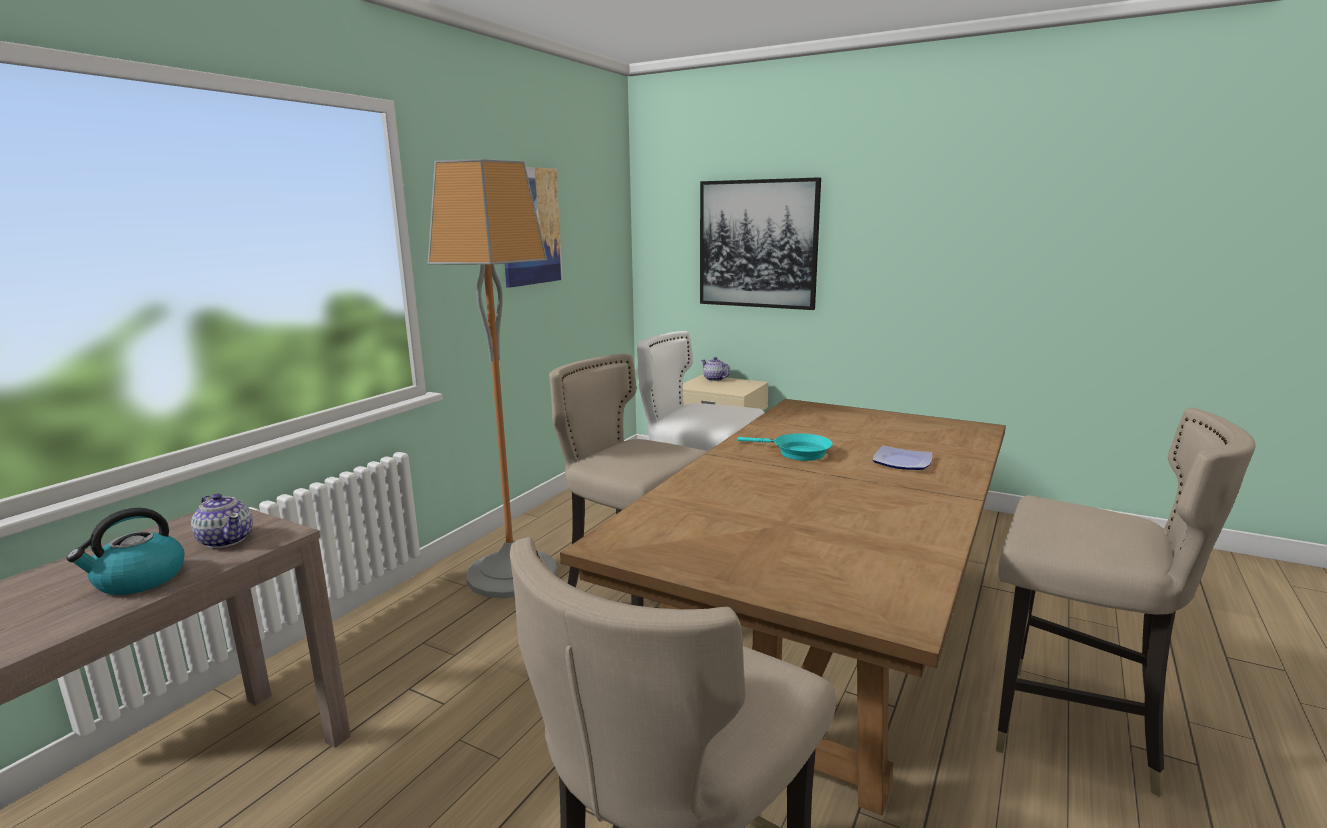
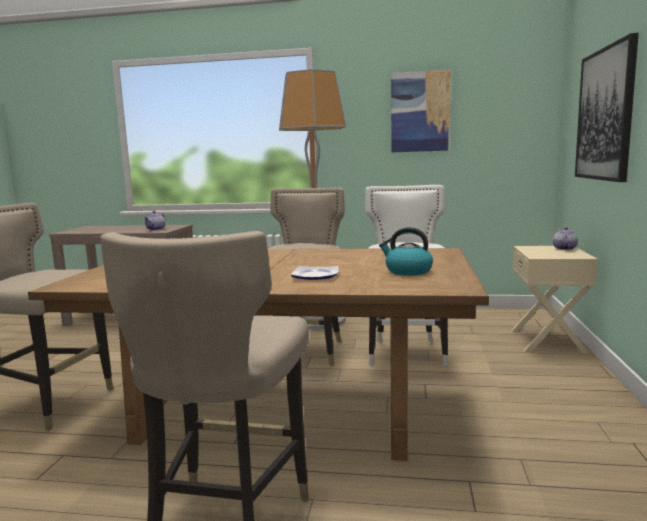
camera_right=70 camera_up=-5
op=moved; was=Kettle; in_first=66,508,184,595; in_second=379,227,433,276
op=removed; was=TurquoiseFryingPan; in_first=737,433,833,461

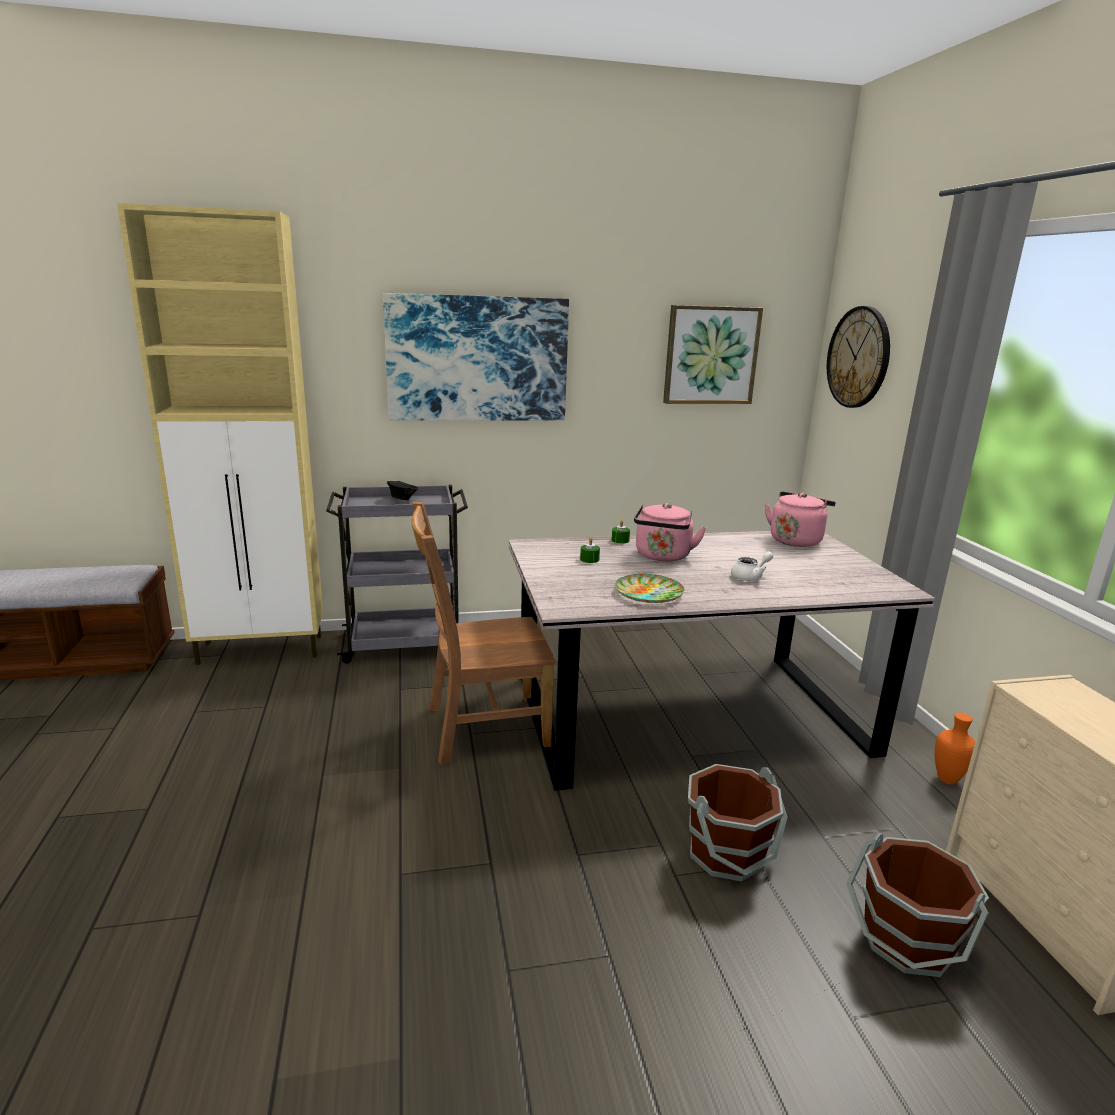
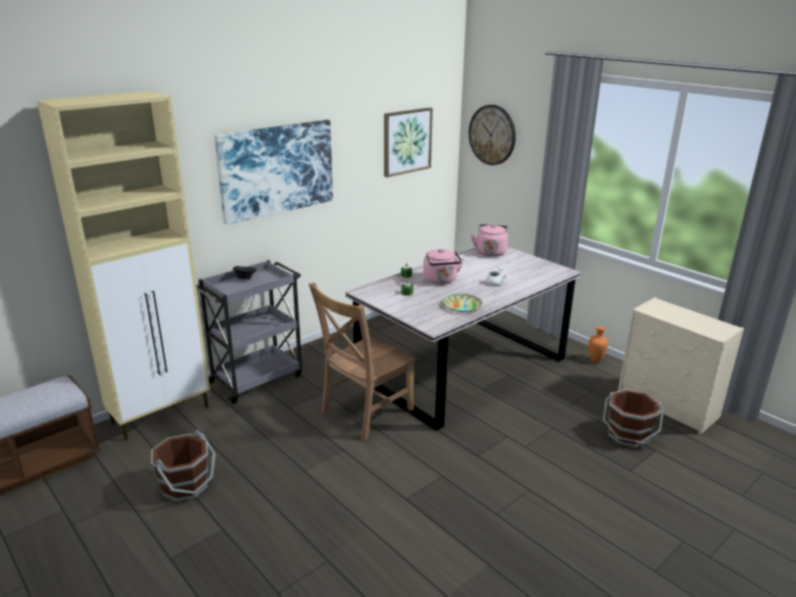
camera_right=-30 camera_up=5
op=moved; was=BrownBucket; in_first=688,764,788,881; in_second=151,430,216,502

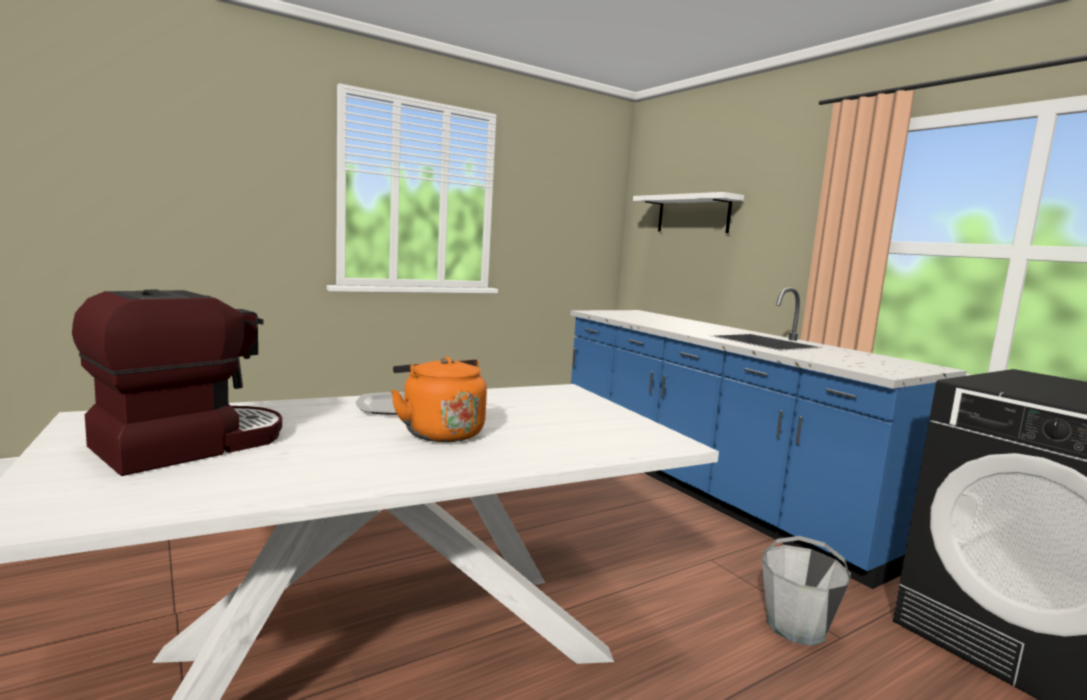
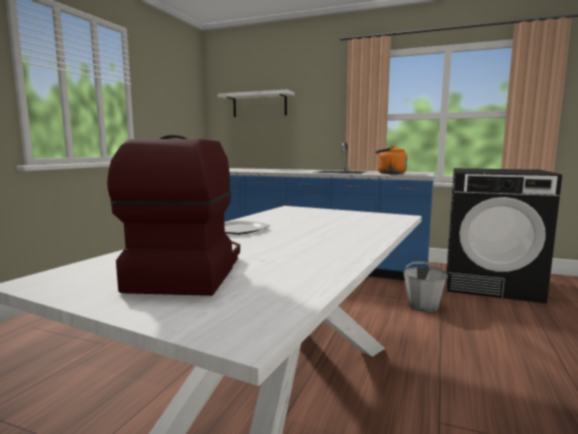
camera_right=-35 camera_up=0
op=moved; was=OrangeKettle; in_first=391,357,487,442; in_second=375,146,407,174

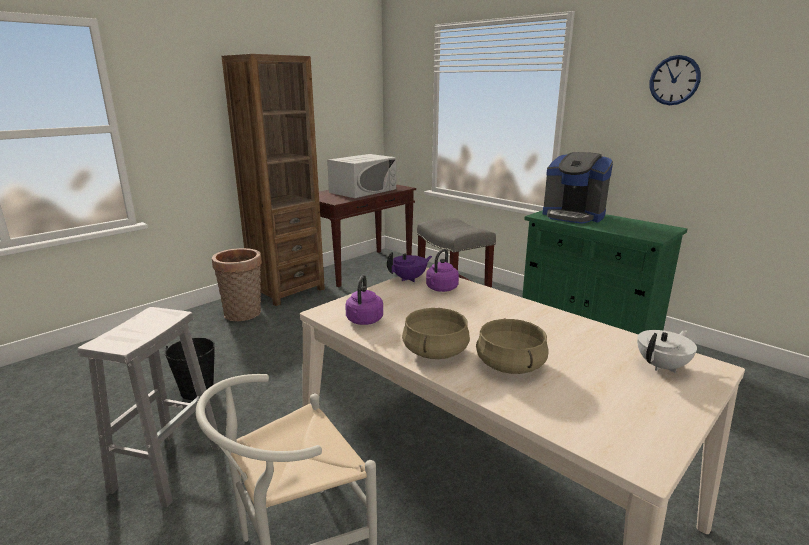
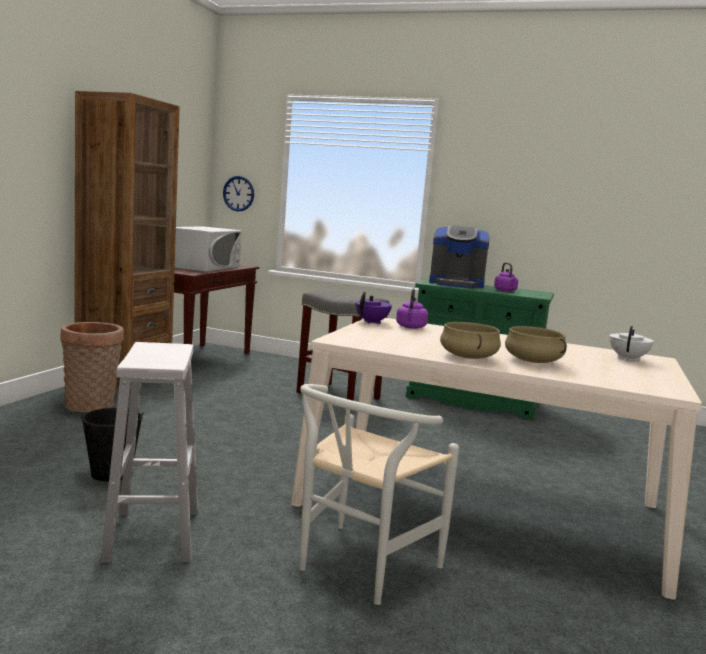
camera_right=-25 camera_up=-10
op=moved; was=WallClock; in_first=650,55,701,105; in_second=223,176,254,211
op=moved; was=PurpleKettle; in_first=345,275,383,325; in_second=494,262,518,292

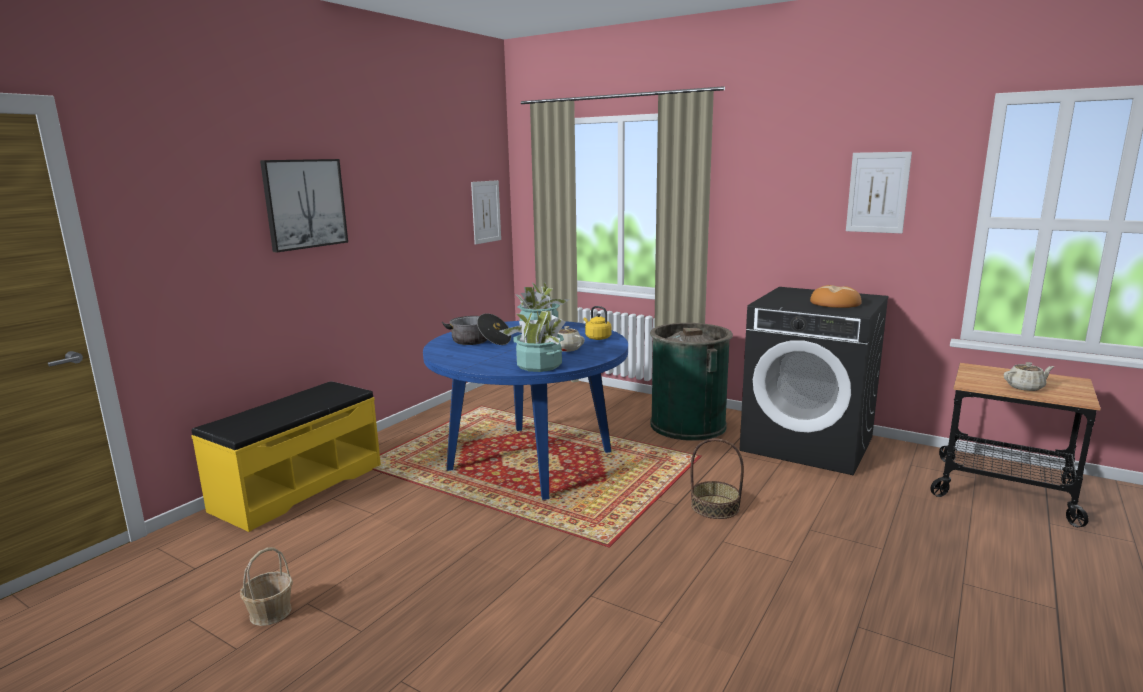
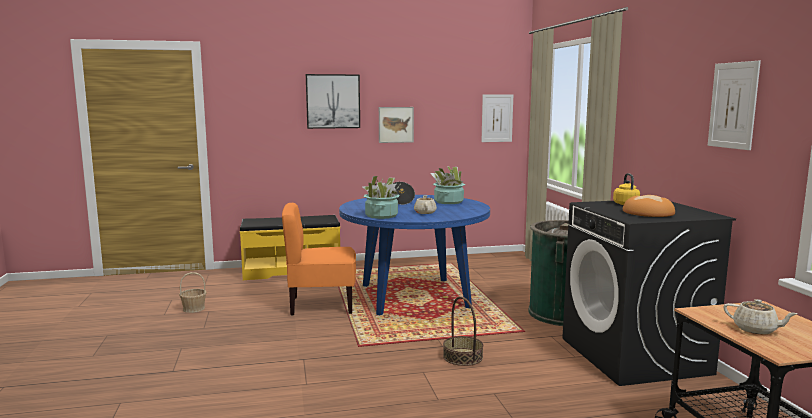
camera_right=45 camera_up=-5
op=added; now=OrangeChair; in_second=282,203,356,316
op=added; now=Picture; in_second=379,107,414,143
op=moved; was=YellowKettle; in_first=583,306,612,340; in_second=613,173,640,205

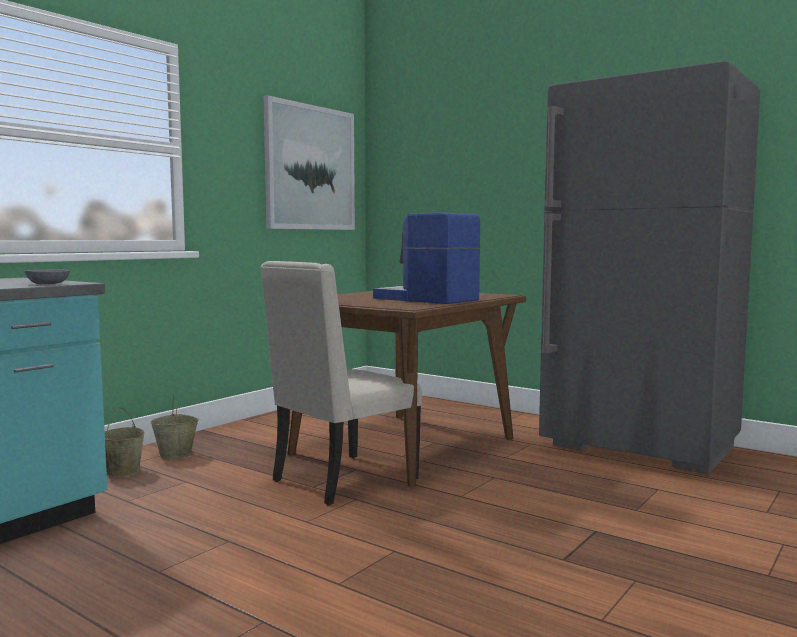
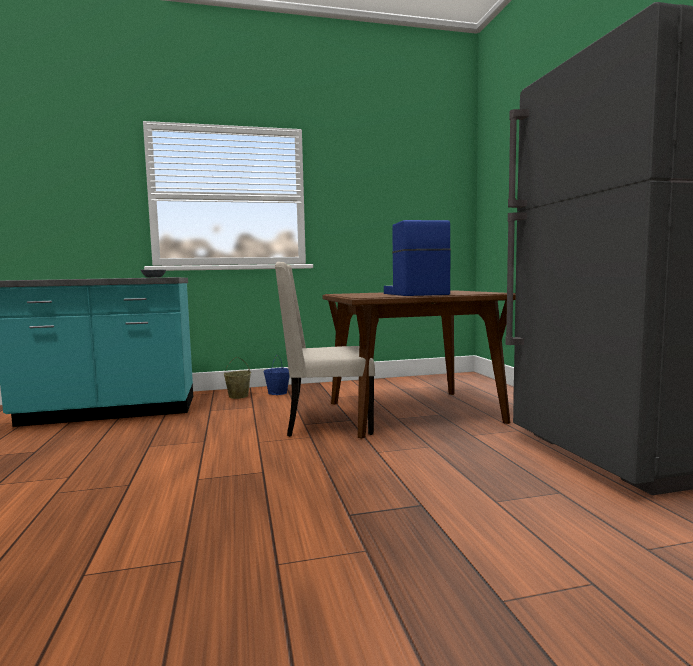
camera_right=40 camera_up=0
op=recoloured; was=BeigeBucket; now=BlueBucket; in_first=151,396,199,459; in_second=263,355,290,395
op=removed; was=Picture; in_first=264,96,355,230

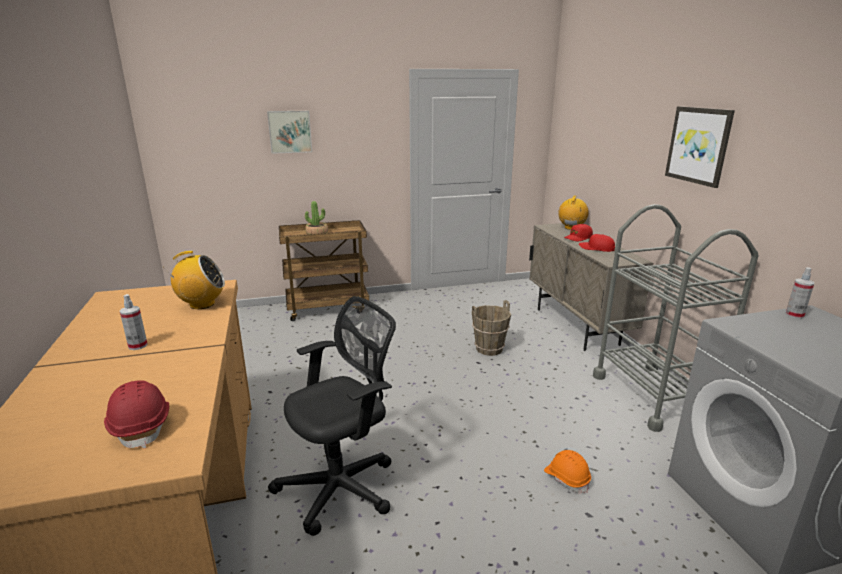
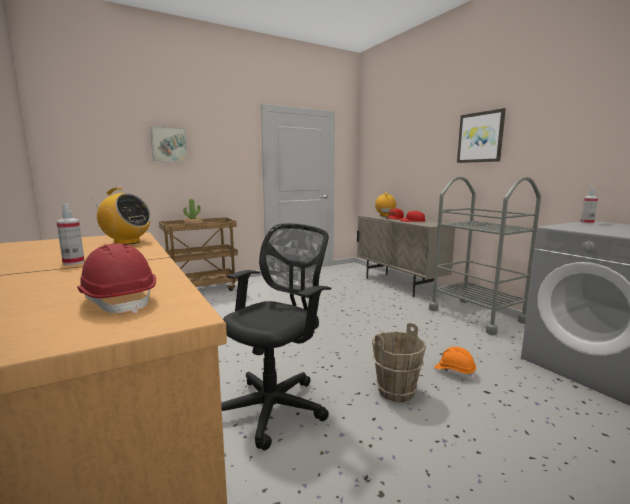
camera_right=-15 camera_up=-10
op=turned; was=Radio; in_first=163,251,225,309; in_second=92,188,151,245; clockwise=45
op=moved; was=BrownBucket; in_first=472,300,511,356; in_second=372,323,426,402

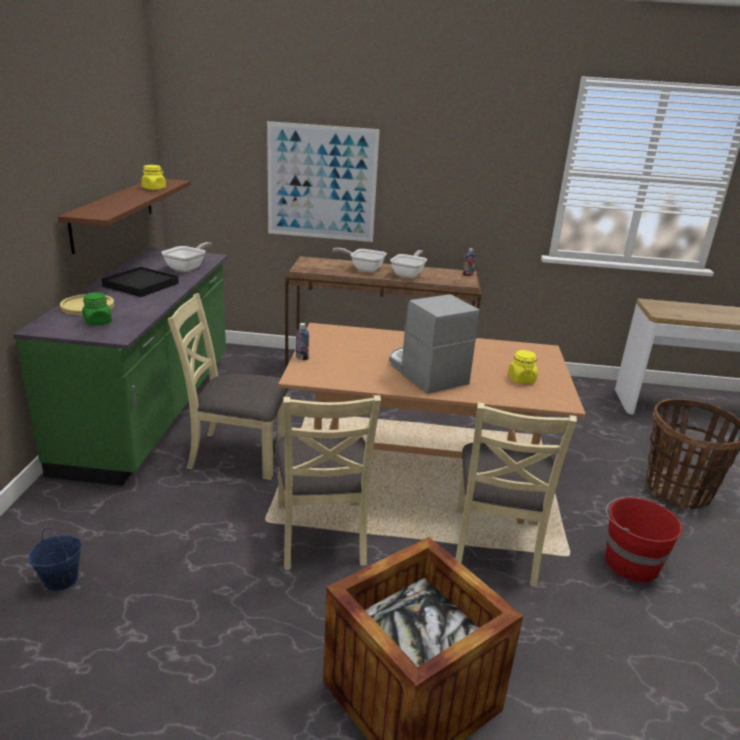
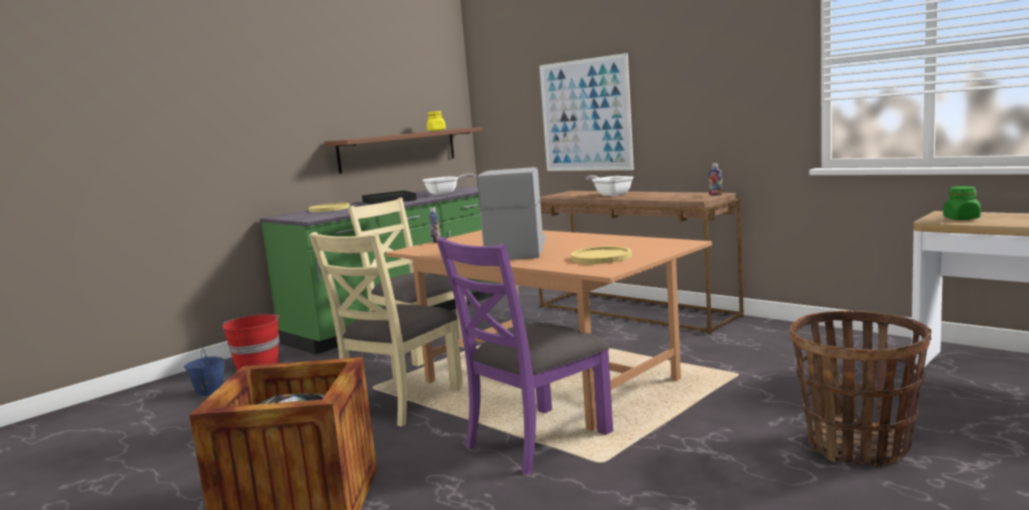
camera_right=40 camera_up=-15
op=moved; was=RedBucket; in_first=605,496,682,583; in_second=222,314,280,371
op=recoloured; was=BeigeChair; now=PurpleChair; in_first=455,402,577,587; in_second=437,237,613,475
op=replaced; was=YellowJar; now=YellowPlate; in_first=508,350,538,383; in_second=571,246,632,264
op=moved; was=GreenJar; in_first=82,292,112,326; in_second=943,186,981,220
op=removed; was=FryingPan; in_first=390,250,427,278

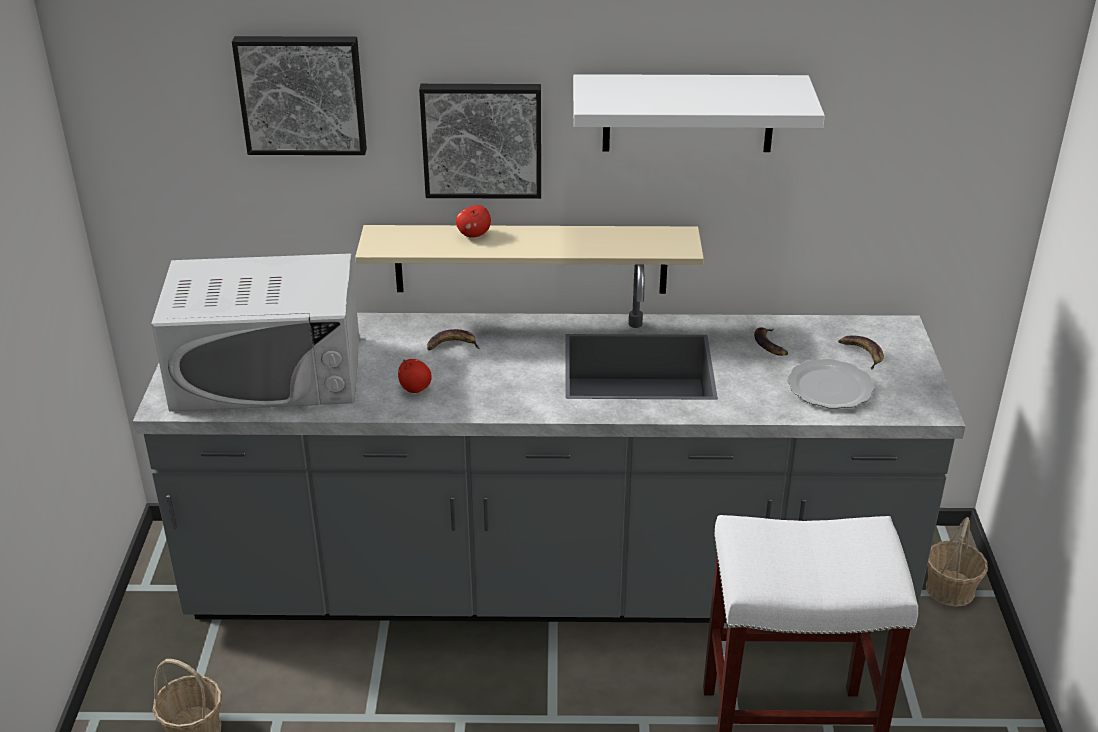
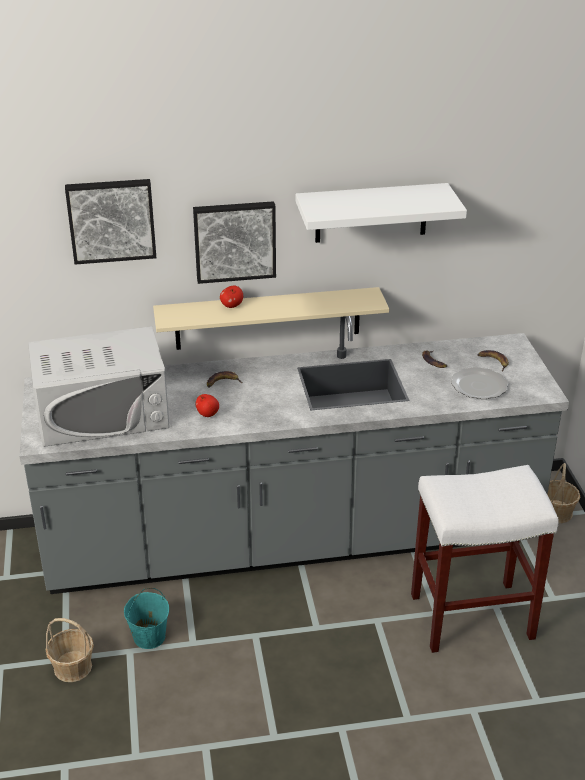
camera_right=-10 camera_up=0
op=added; now=TurquoiseBucket; in_second=124,588,169,649

